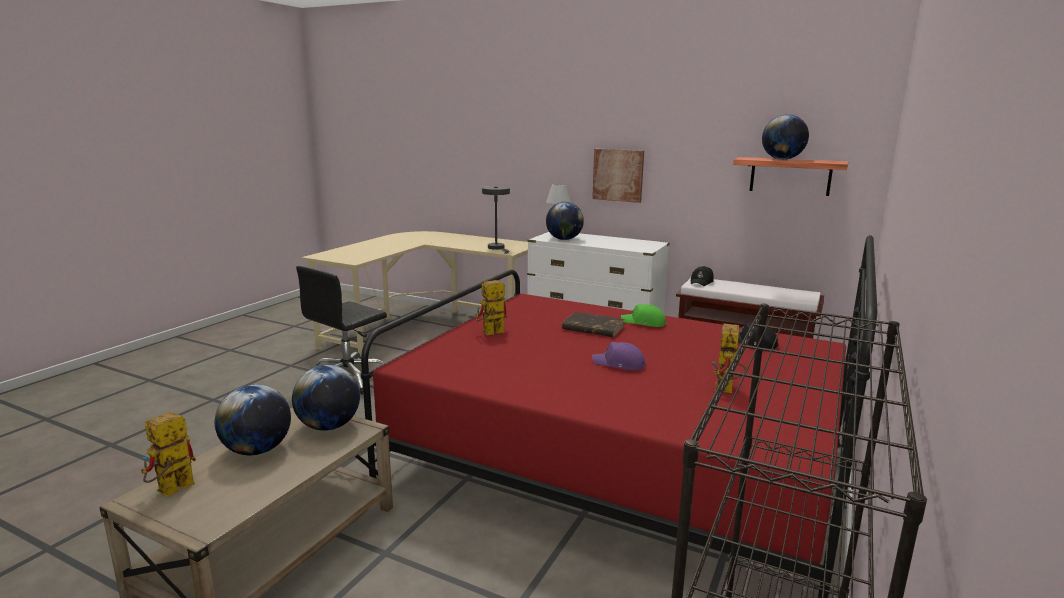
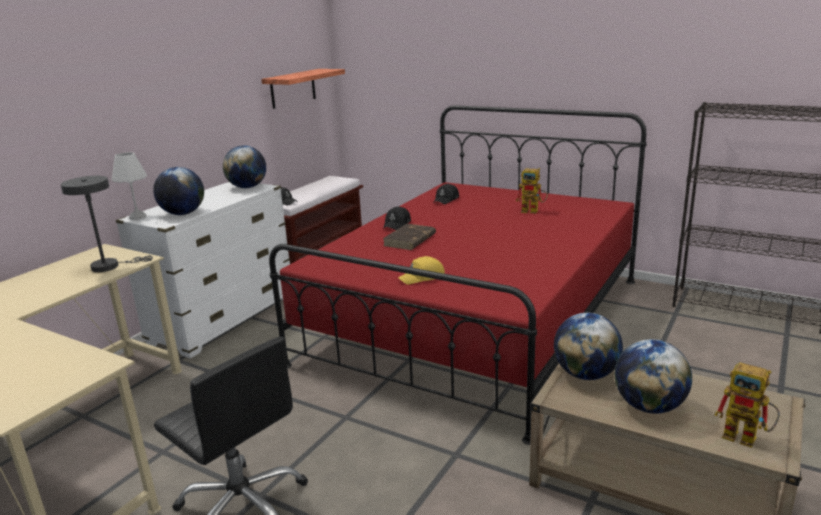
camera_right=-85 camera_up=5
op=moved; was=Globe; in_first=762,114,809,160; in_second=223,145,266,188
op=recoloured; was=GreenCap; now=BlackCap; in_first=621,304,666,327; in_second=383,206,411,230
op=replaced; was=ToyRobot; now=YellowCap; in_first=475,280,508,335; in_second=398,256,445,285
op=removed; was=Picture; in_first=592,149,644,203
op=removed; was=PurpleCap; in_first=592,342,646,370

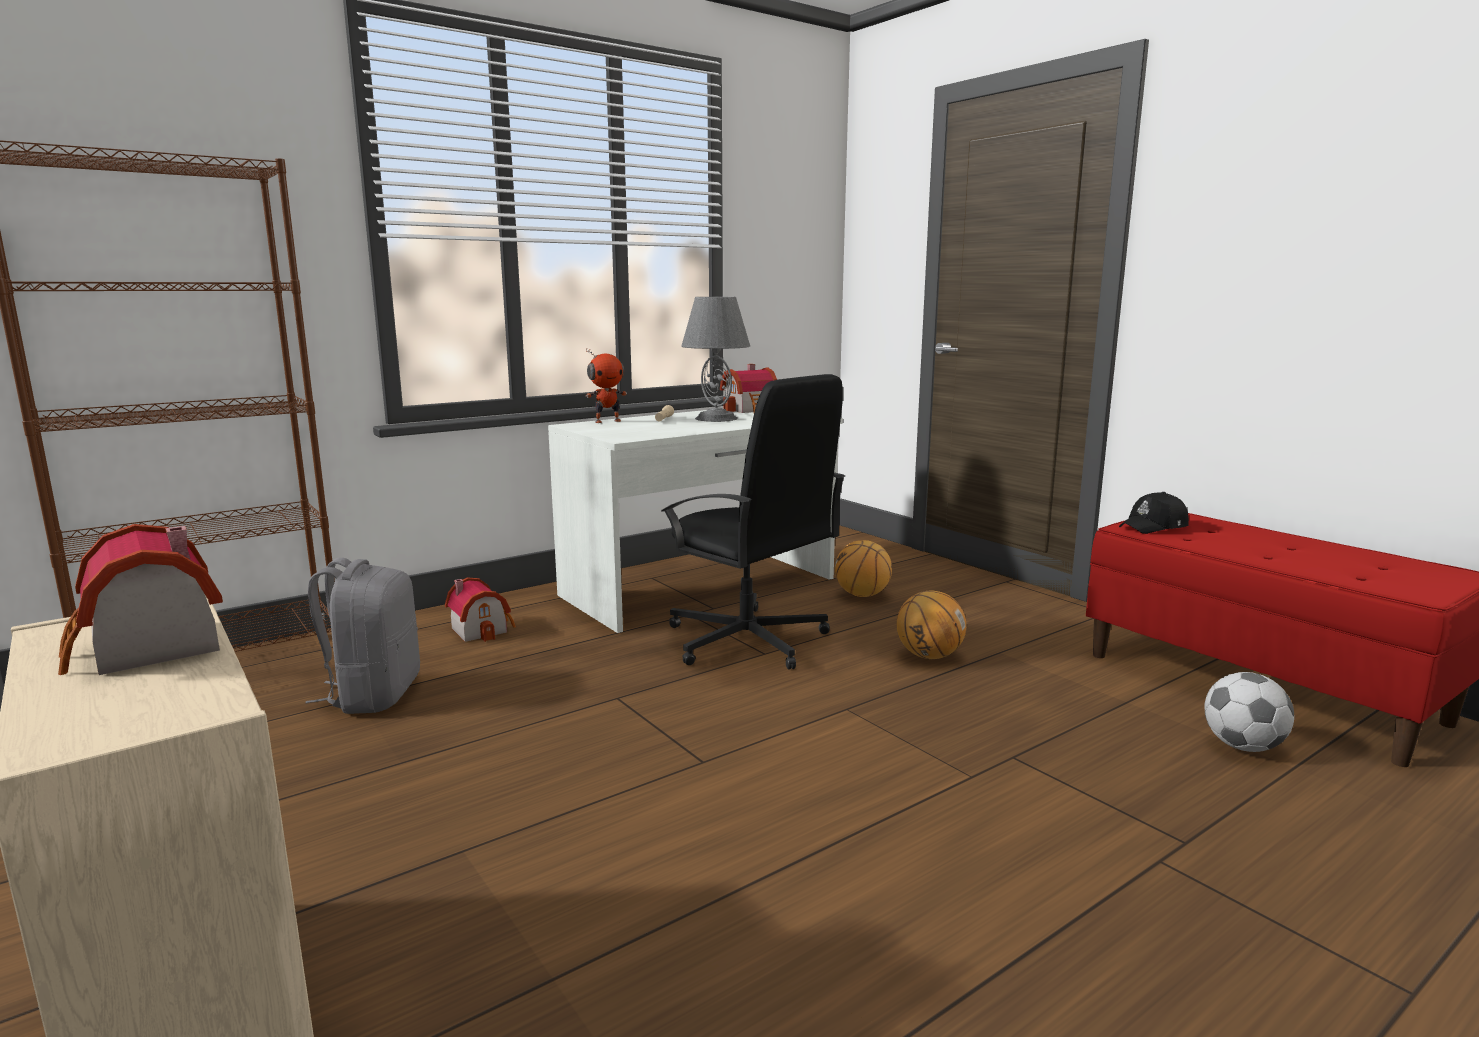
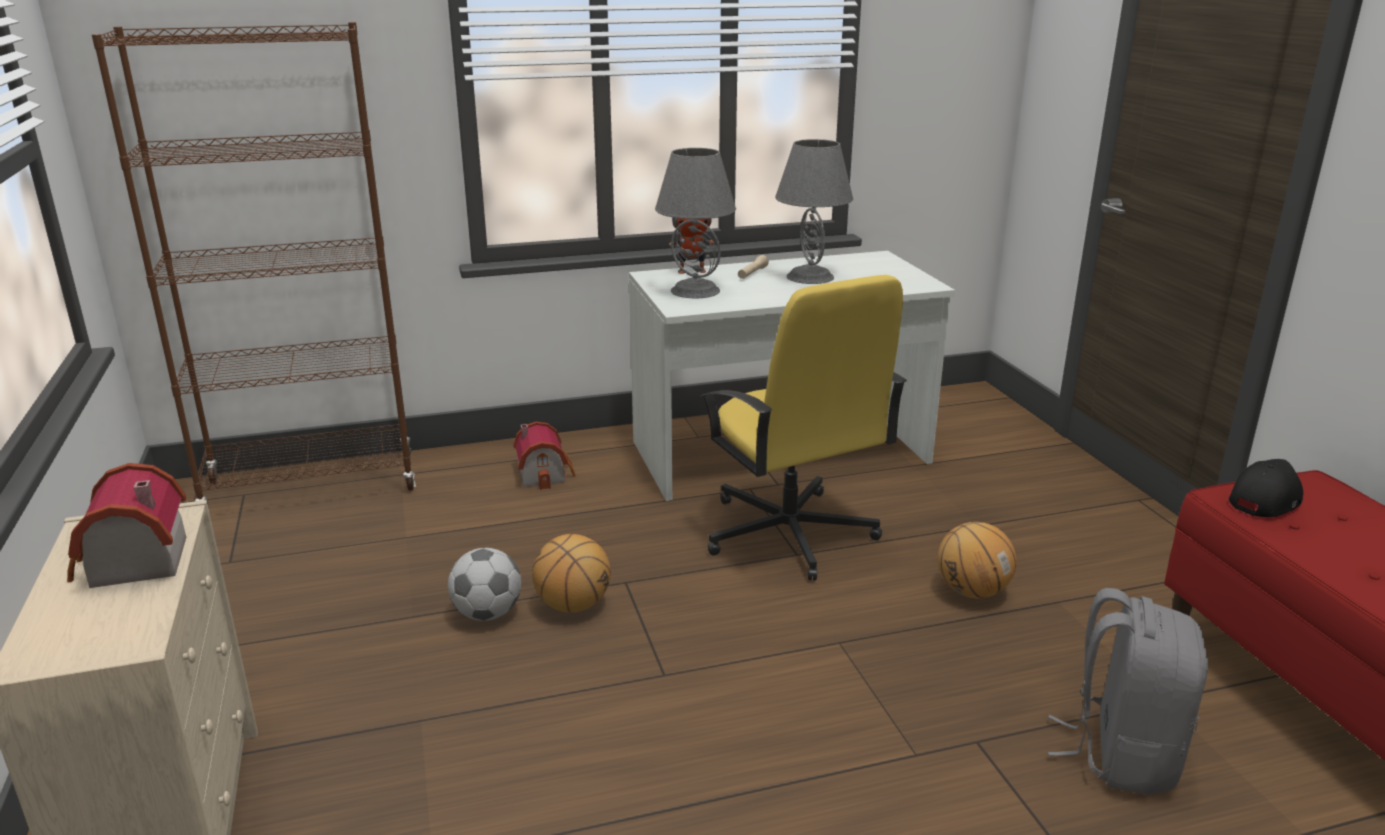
camera_right=20 camera_up=10
op=moved; was=Football; in_first=1204,672,1294,752; in_second=448,548,521,621
op=moved; was=Basketball; in_first=835,540,892,597; in_second=532,534,611,613
op=added; now=GreyTableLamp; in_second=655,148,736,298
op=recoloured; was=BlackOfficeChair; now=YellowOfficeChair; in_first=661,374,845,670; in_second=700,275,907,581
op=moved; was=GreyBackpack; in_first=306,558,420,714; in_second=1048,588,1208,794
op=turned; was=BlackCap; in_first=1119,492,1189,534; in_second=1229,459,1303,517; clockwise=150
op=removed; was=ToyHouse; in_first=720,364,777,413

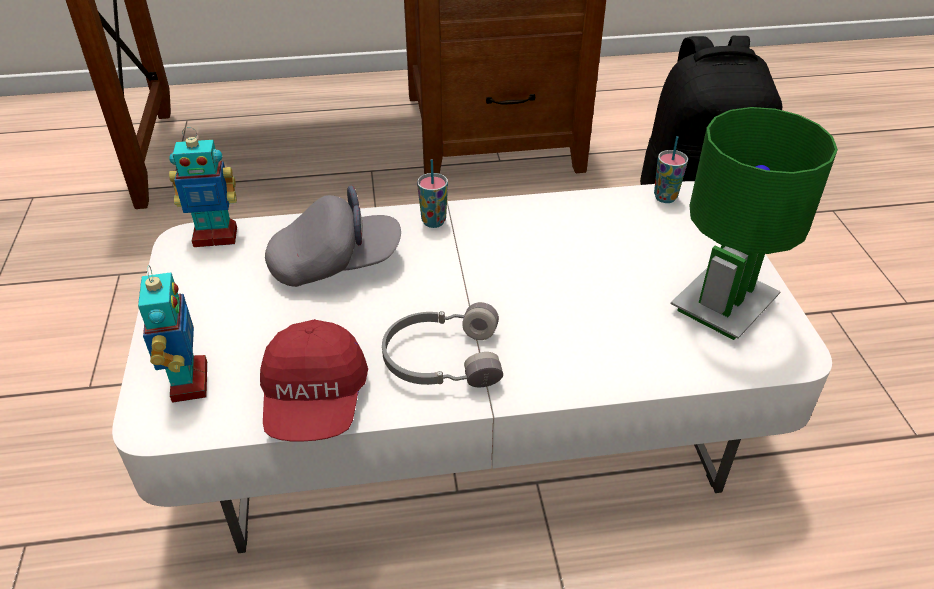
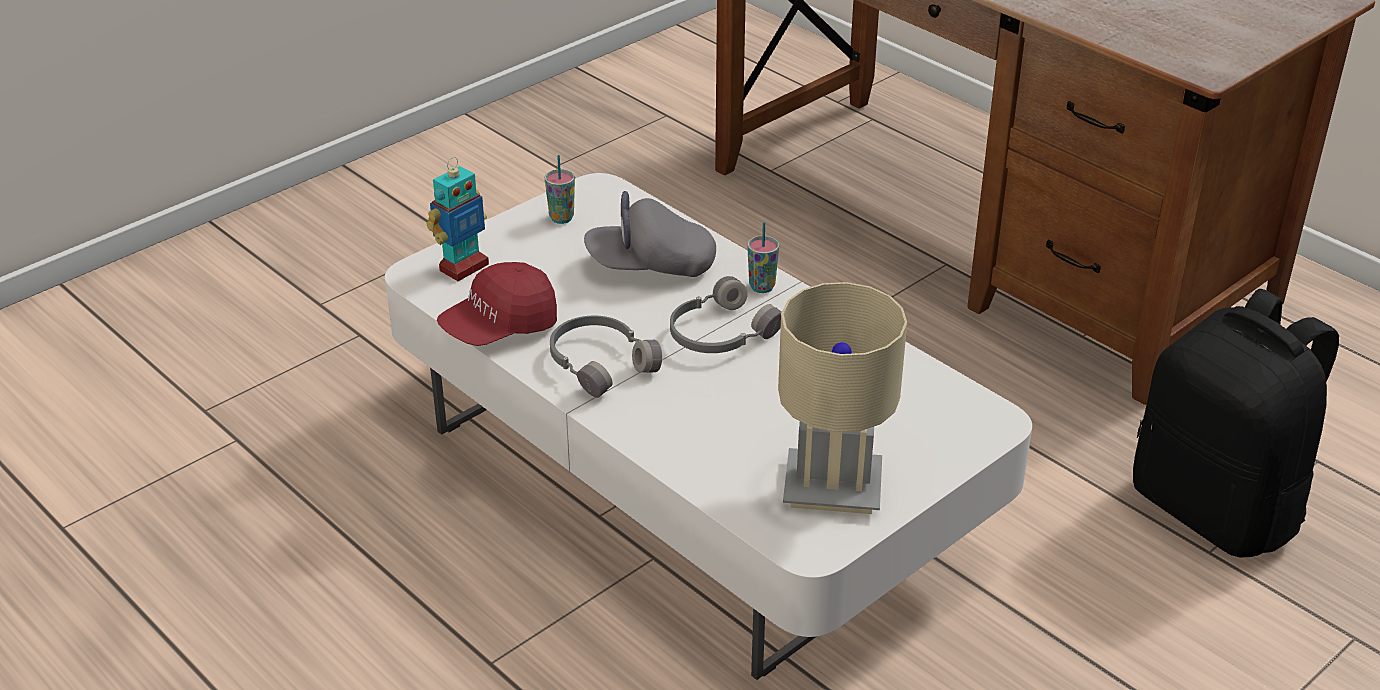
camera_right=55 camera_up=-5
op=moved; was=Cup; in_first=654,136,688,203; in_second=545,155,575,224
op=turned; was=GreyCap; in_first=265,186,401,287; in_second=584,191,716,277; clockwise=135
op=added; now=GreyHeadphones; in_second=670,276,782,353
op=recoloured; was=GreenTableLamp; now=BeigeTableLamp; in_first=671,107,838,340; in_second=778,282,907,514
op=removed; was=ToyRobot; in_first=169,127,237,247

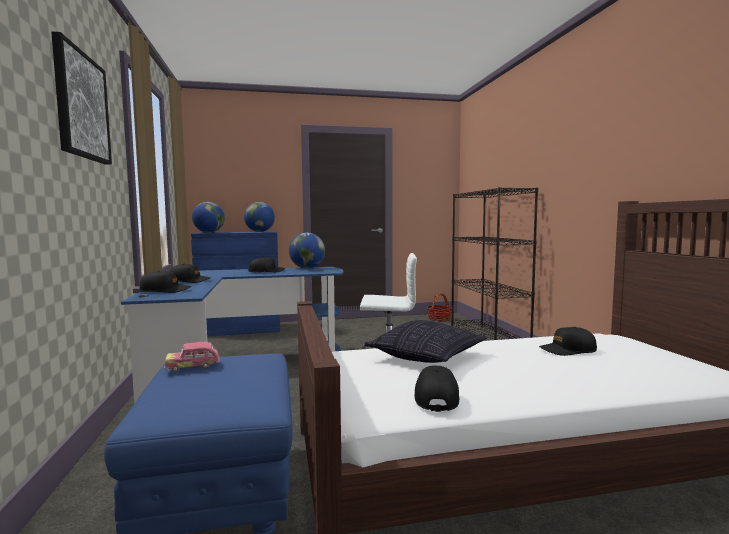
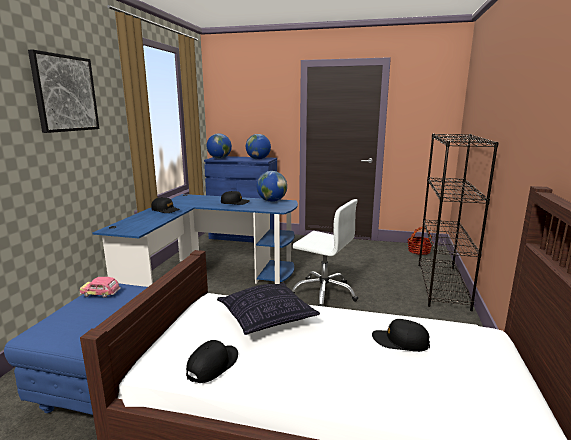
camera_right=25 camera_up=10
op=removed; was=BlackCap; in_first=140,271,191,293

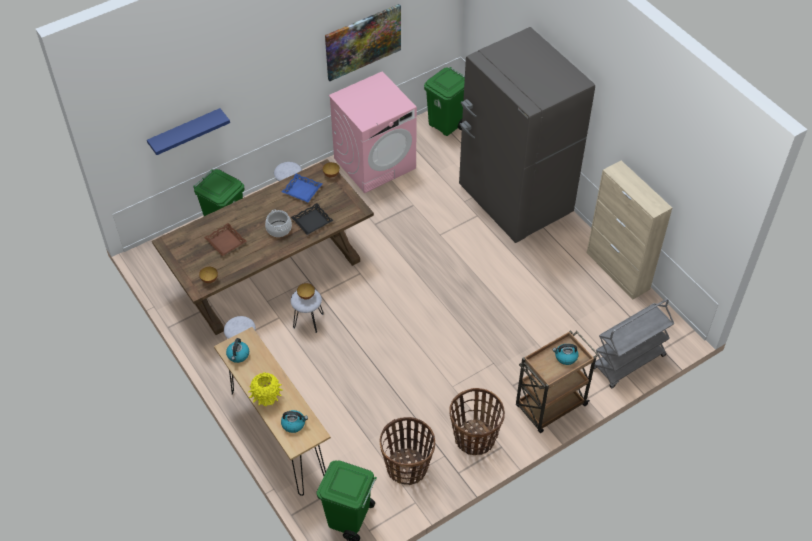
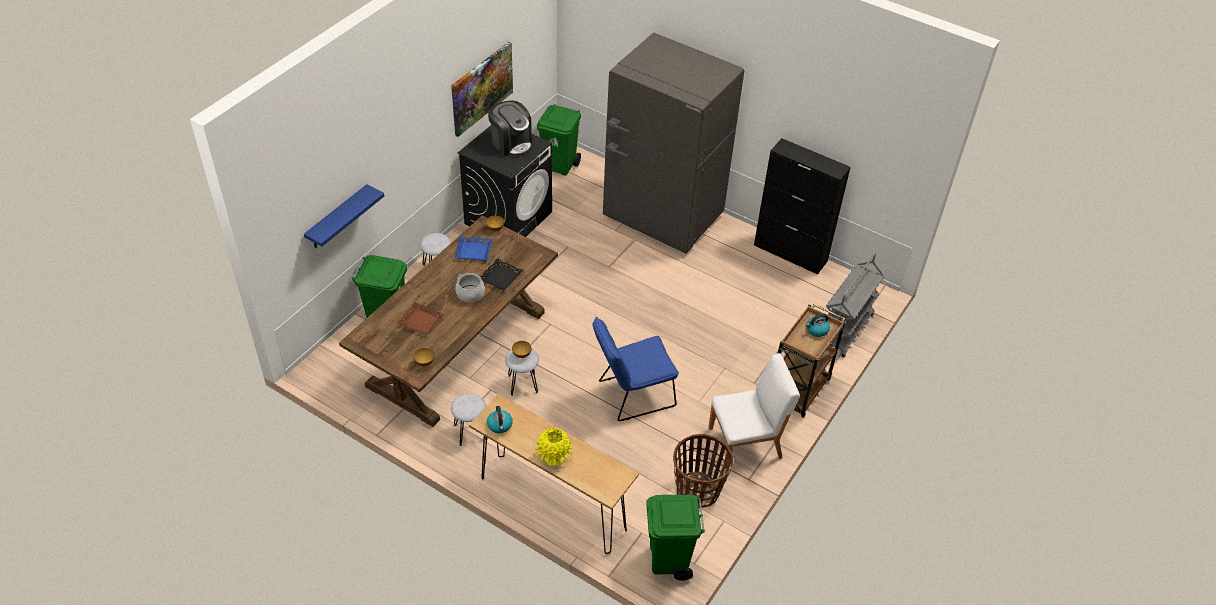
camera_right=-25 camera_up=-5
op=recoloured; was=PinkWashingMachine; now=BlackWashingMachine; in_first=329,71,417,193; in_second=457,126,552,237
op=added; now=CoffeeMachine; in_second=488,100,532,157
op=added; now=BlueChair; in_second=593,317,679,421
op=replaced; was=Basket; now=WhiteChair; in_first=449,388,505,455; in_second=708,353,800,469
op=recoloured; was=BeigeCabinet; now=BlackCabinet; in_first=587,161,672,300; in_second=754,138,851,275
op=removed; was=Kettle; in_first=281,410,308,433

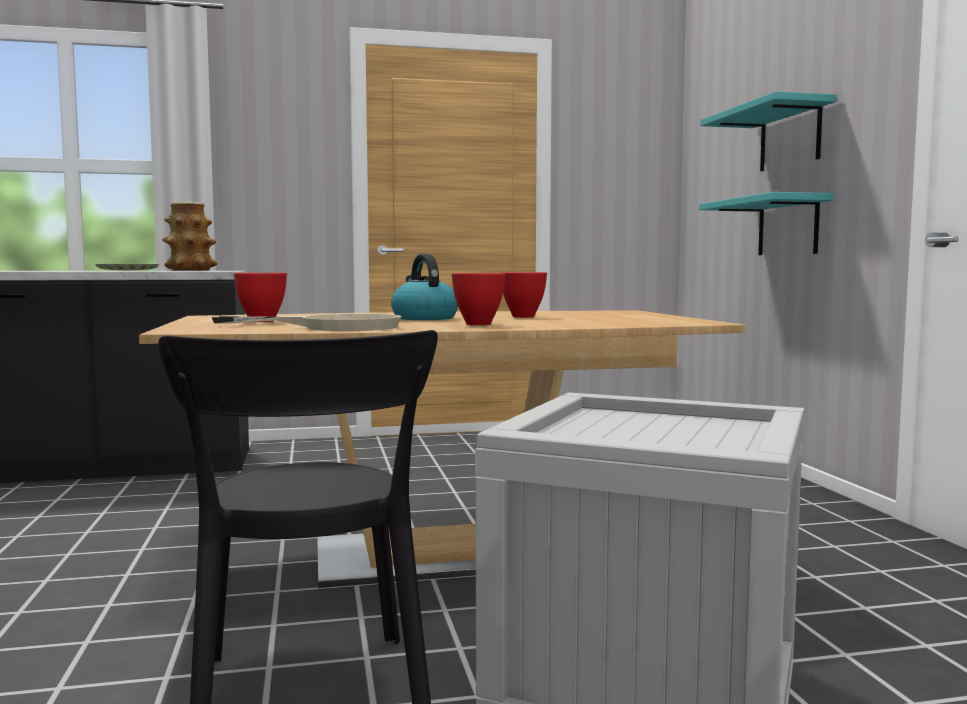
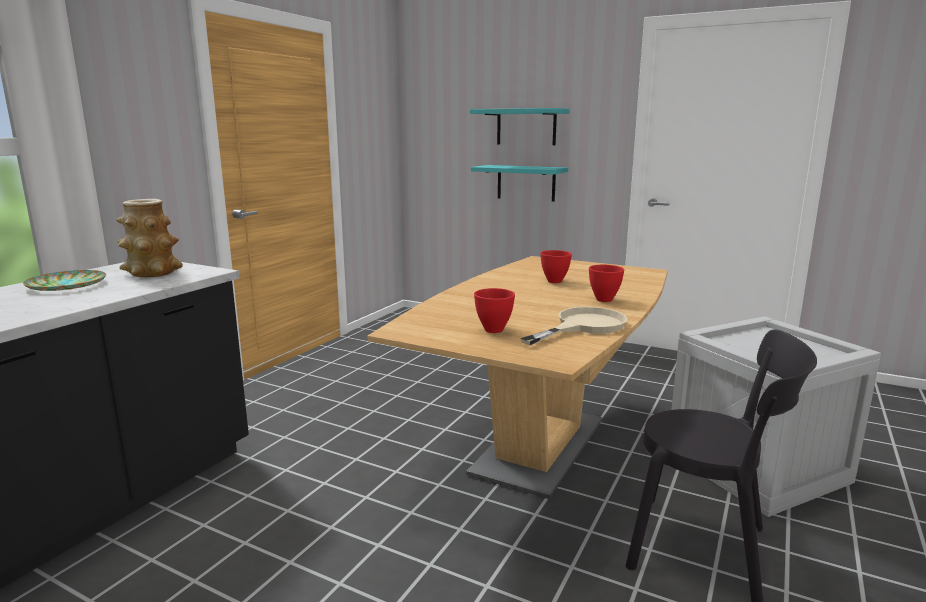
camera_right=-50 camera_up=10
op=removed; was=Kettle; in_first=391,254,458,320

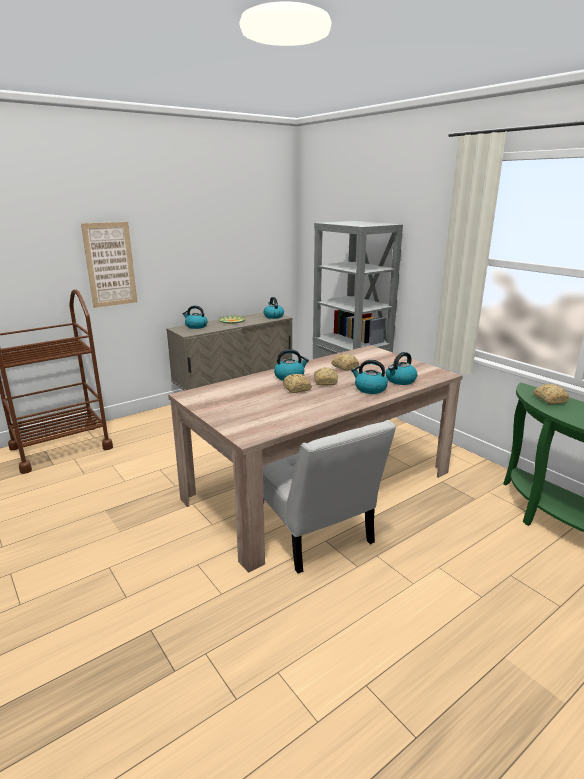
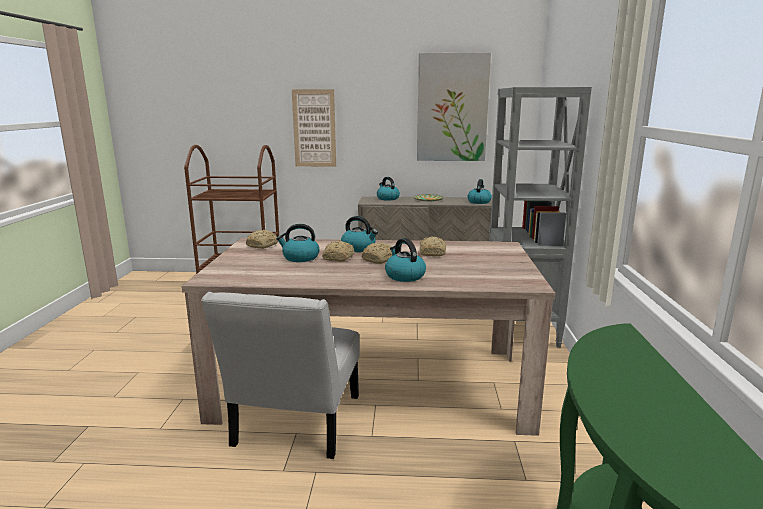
camera_right=40 camera_up=-5
op=moved; was=Bread; in_first=533,384,569,404; in_second=246,230,278,249
op=moved; was=Kettle; in_first=386,352,417,385; in_second=276,224,319,262
op=added; now=Picture; in_second=417,53,491,161

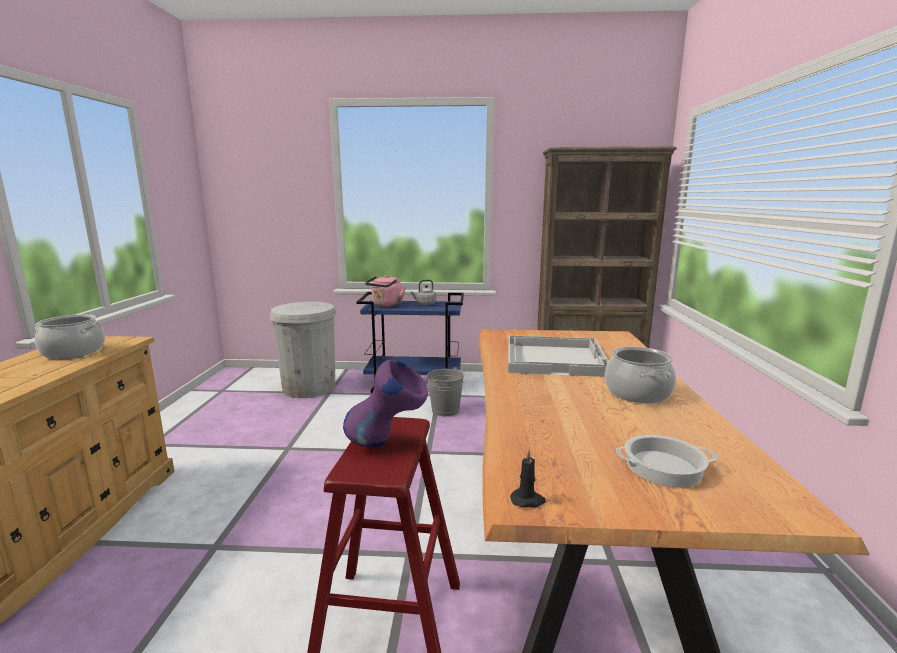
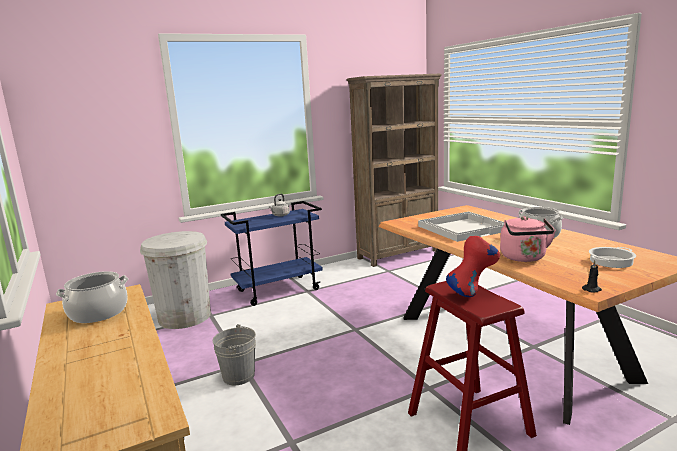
camera_right=-30 camera_up=0
op=moved; was=GreyBucket; in_first=427,367,464,416; in_second=213,324,256,385
op=recoloured; was=PurpleVase; now=RedVase; in_first=343,359,428,447; in_second=446,236,500,297
op=moved; was=PinkKettle; in_first=365,275,405,307; in_second=500,216,556,262

